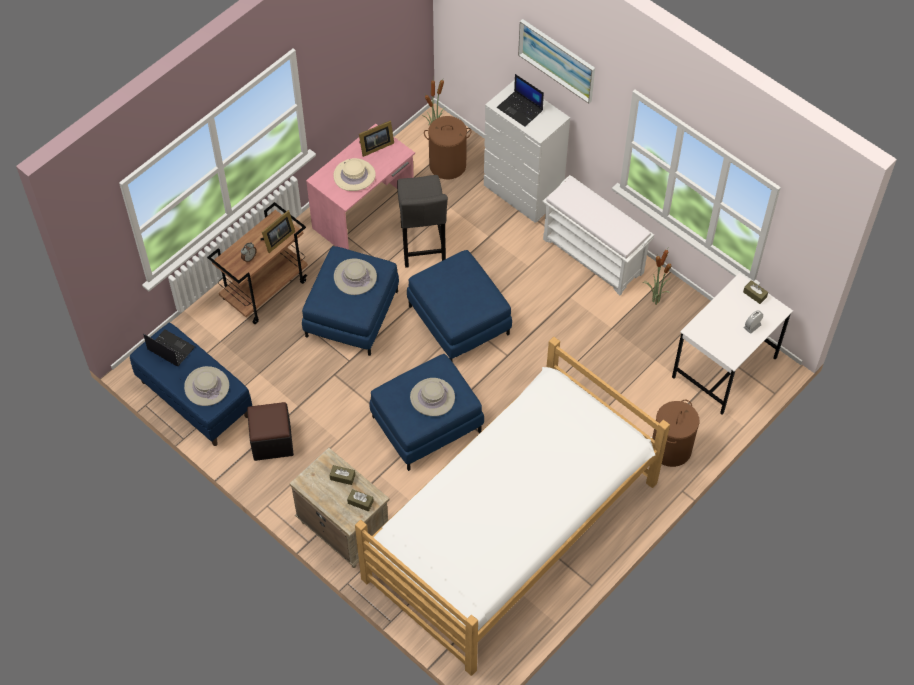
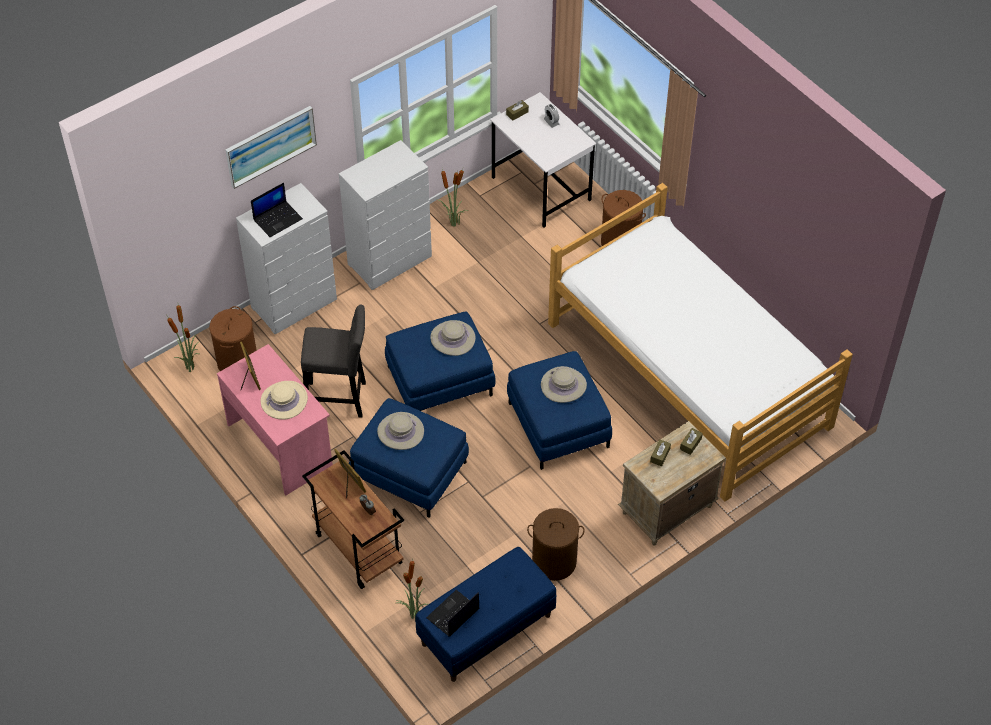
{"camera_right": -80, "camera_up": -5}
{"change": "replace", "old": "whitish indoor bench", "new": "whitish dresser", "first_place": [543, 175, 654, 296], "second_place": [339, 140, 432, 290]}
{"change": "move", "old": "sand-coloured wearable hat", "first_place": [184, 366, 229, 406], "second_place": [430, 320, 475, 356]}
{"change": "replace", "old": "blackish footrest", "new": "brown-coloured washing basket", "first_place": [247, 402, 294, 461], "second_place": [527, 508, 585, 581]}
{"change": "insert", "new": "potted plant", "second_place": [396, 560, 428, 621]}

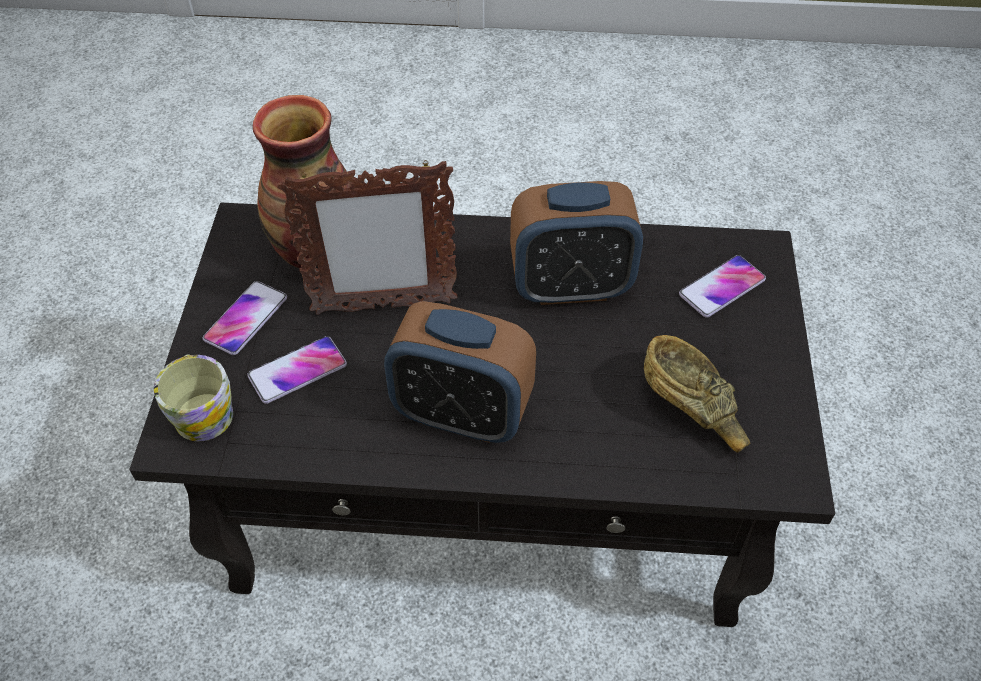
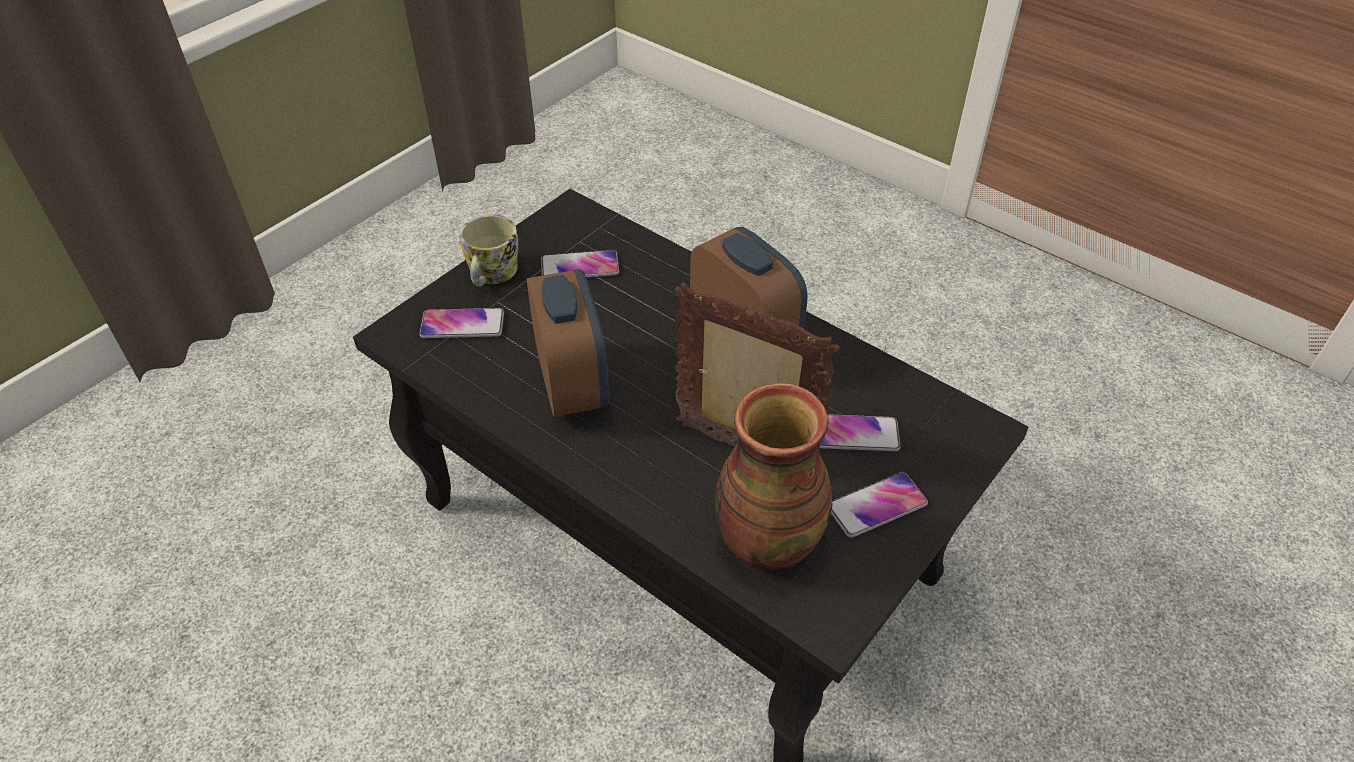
{"camera_right": -145, "camera_up": -5}
{"change": "rotate", "old": "bedside clock", "first_place": [510, 181, 643, 305], "second_place": [527, 269, 610, 417], "degrees": 45}
{"change": "replace", "old": "brown-coloured deep dish", "new": "telephone", "first_place": [644, 335, 750, 453], "second_place": [541, 250, 619, 277]}
{"change": "move", "old": "mug", "first_place": [154, 354, 233, 441], "second_place": [459, 214, 518, 287]}

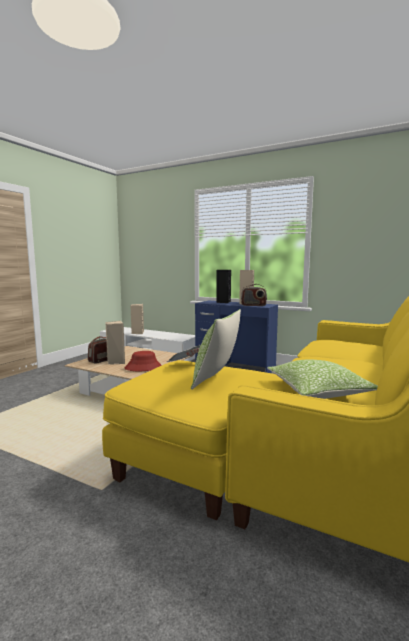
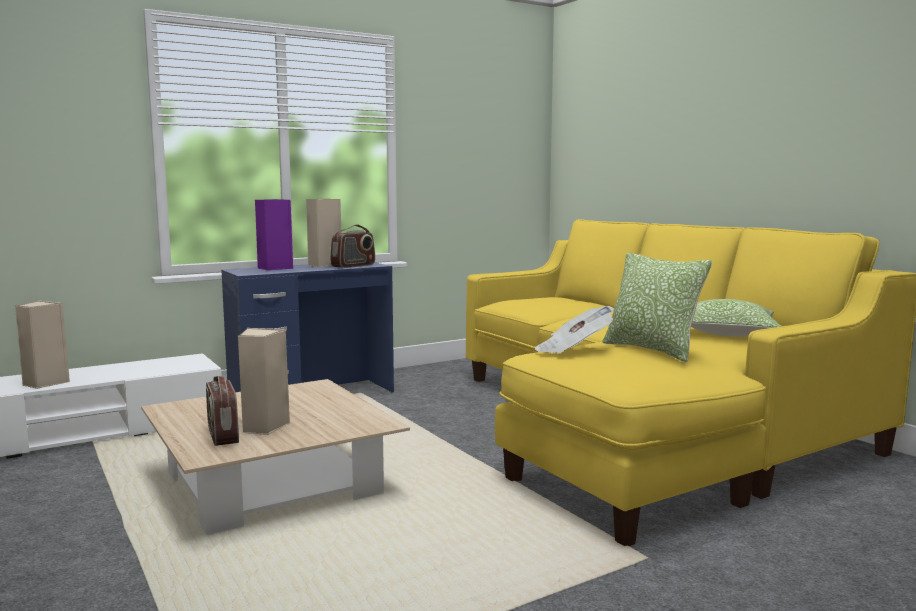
{"camera_right": -60, "camera_up": 0}
{"change": "recolor", "old": "blackish audio speaker", "new": "purple-coloured audio speaker", "first_place": [216, 270, 231, 303], "second_place": [255, 199, 293, 270]}
{"change": "delete", "old": "red wearable hat", "first_place": [125, 351, 162, 371]}

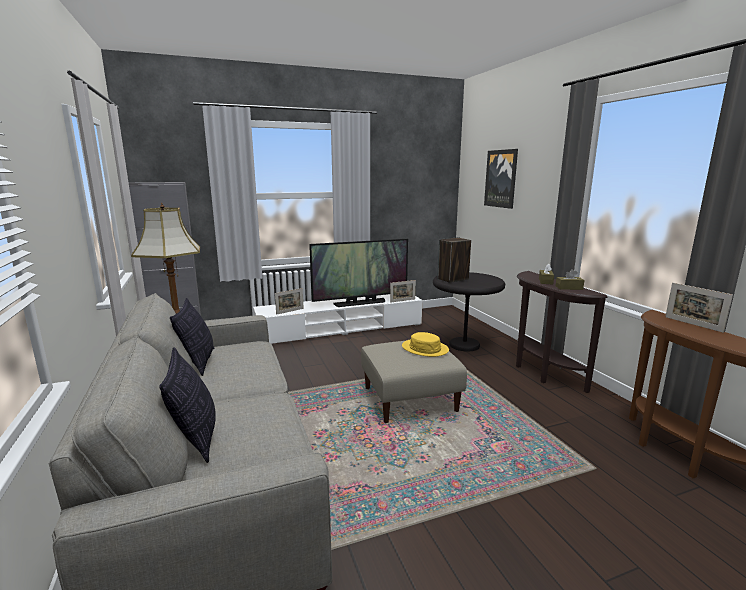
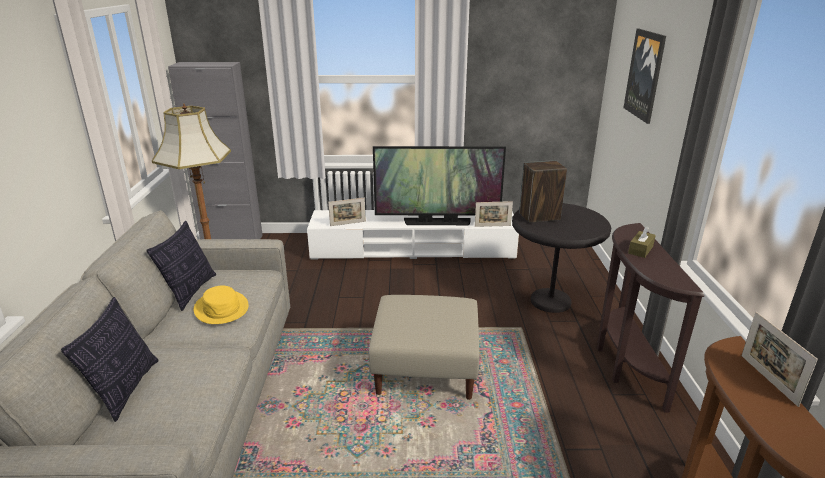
{"camera_right": 20, "camera_up": 10}
{"change": "delete", "old": "brown-coloured tissue holder", "first_place": [556, 269, 584, 290]}
{"change": "move", "old": "yellow-coloured wearable hat", "first_place": [402, 332, 449, 357], "second_place": [194, 285, 249, 324]}

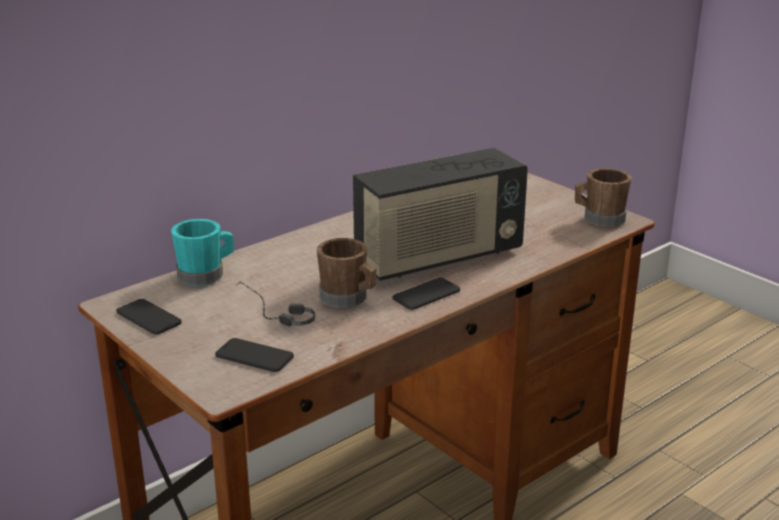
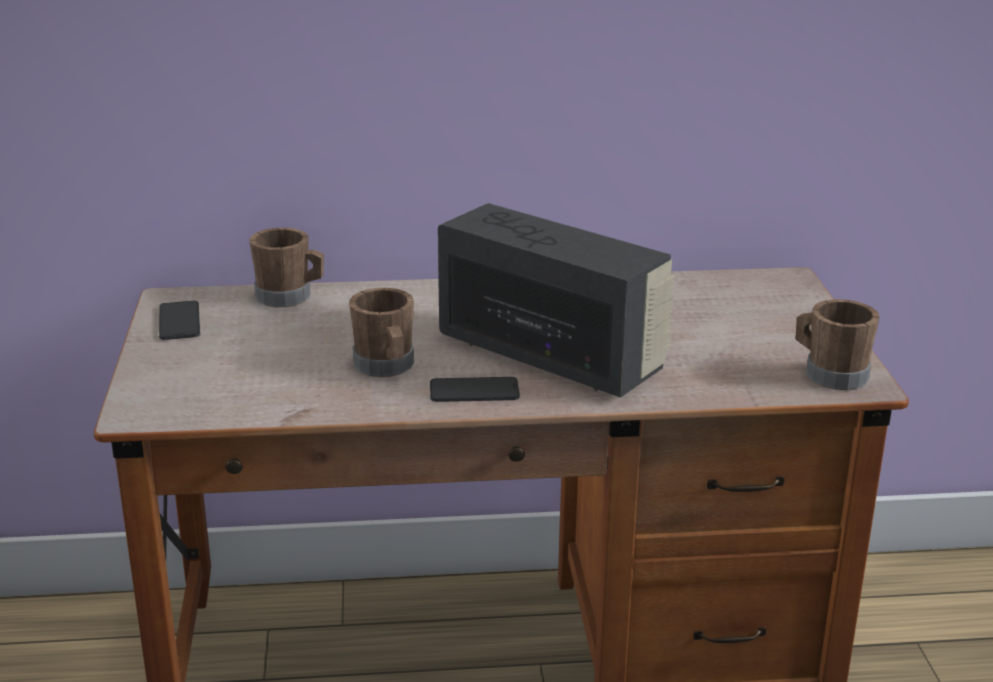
{"camera_right": 35, "camera_up": 0}
{"change": "rotate", "old": "radio receiver", "first_place": [353, 148, 528, 281], "second_place": [438, 203, 675, 398], "degrees": -150}
{"change": "recolor", "old": "blue-green mug", "new": "brown-coloured mug", "first_place": [171, 219, 233, 286], "second_place": [249, 228, 324, 307]}
{"change": "delete", "old": "headset", "first_place": [237, 282, 315, 327]}
{"change": "delete", "old": "telephone", "first_place": [215, 338, 294, 372]}

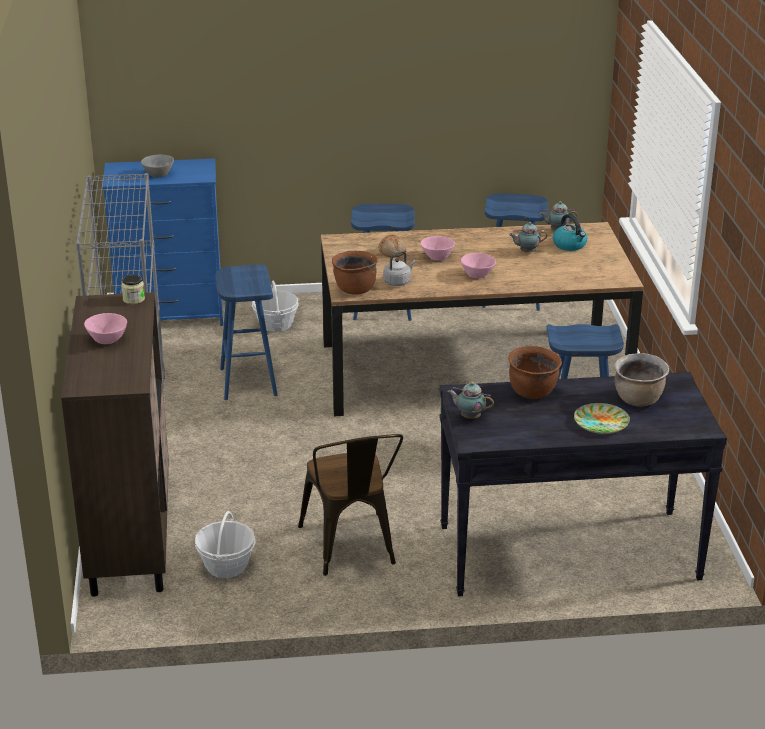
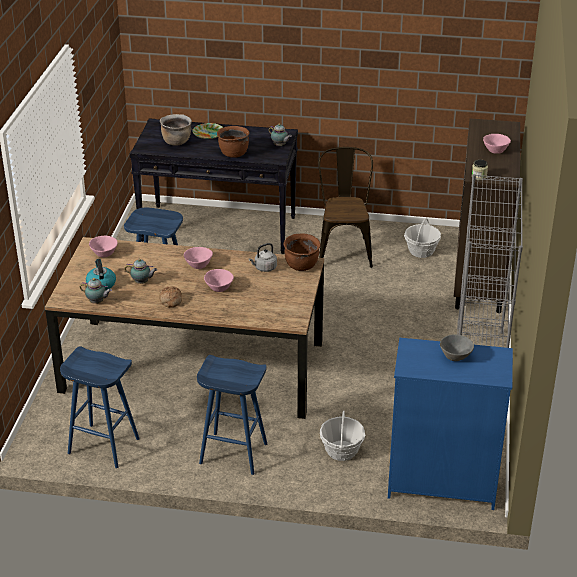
{"camera_right": -165, "camera_up": 5}
{"change": "move", "old": "bakery bread", "first_place": [378, 235, 406, 258], "second_place": [159, 286, 182, 308]}
{"change": "delete", "old": "blue-coloured sitting stool", "first_place": [215, 264, 277, 400]}
{"change": "insert", "new": "pink deep dish", "second_place": [89, 236, 118, 257]}

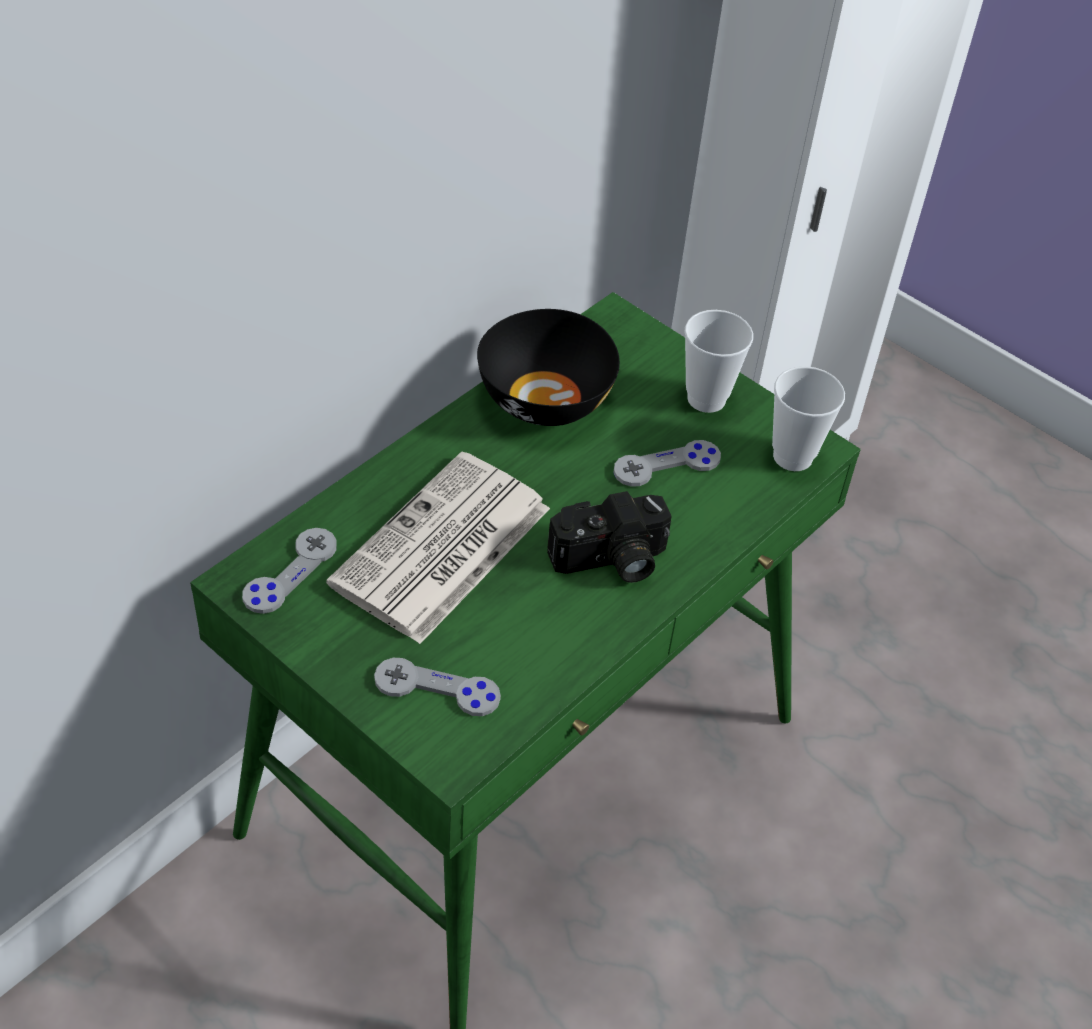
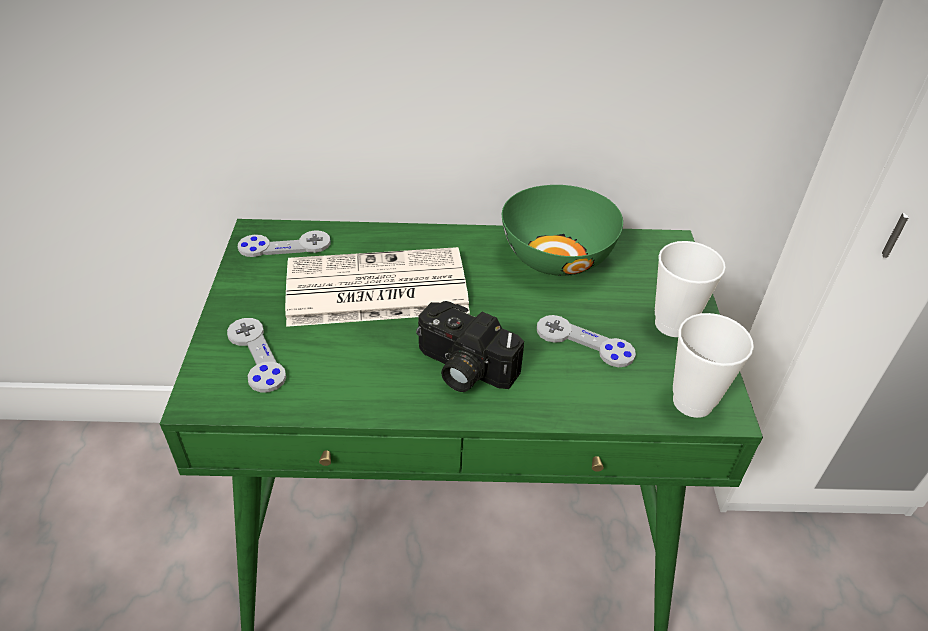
{"camera_right": 50, "camera_up": -5}
{"change": "recolor", "old": "blackish deep dish", "new": "greenish deep dish", "first_place": [477, 309, 620, 426], "second_place": [502, 185, 623, 276]}

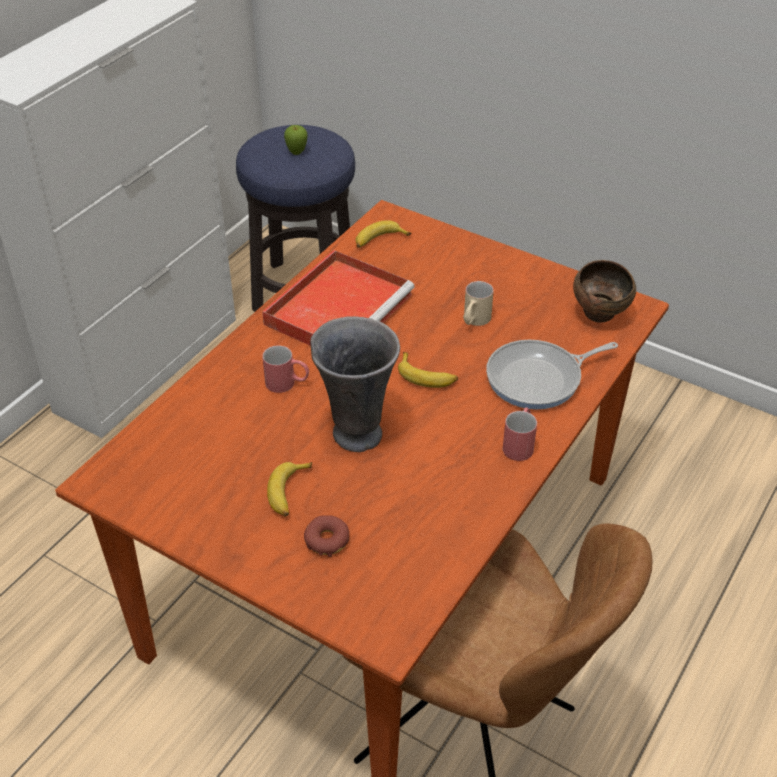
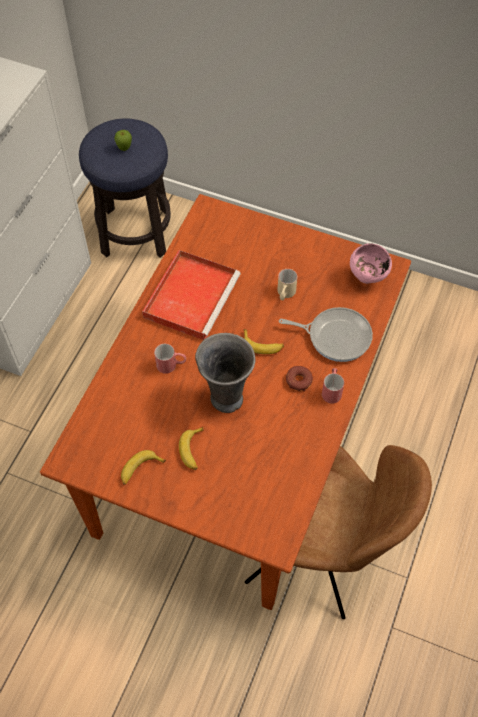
{"camera_right": -10, "camera_up": 15}
{"change": "move", "old": "banana fruit", "first_place": [356, 220, 411, 248], "second_place": [121, 450, 166, 485]}
{"change": "recolor", "old": "brown-coloured deep dish", "new": "pink deep dish", "first_place": [573, 260, 636, 323], "second_place": [350, 243, 392, 284]}
{"change": "rotate", "old": "frying pan", "first_place": [486, 340, 618, 409], "second_place": [279, 307, 373, 362], "degrees": -135}
{"change": "move", "old": "donut", "first_place": [304, 515, 349, 557], "second_place": [286, 366, 313, 391]}

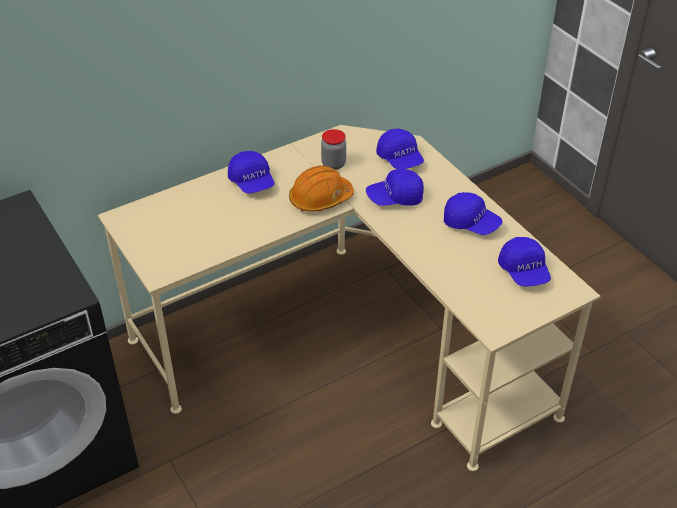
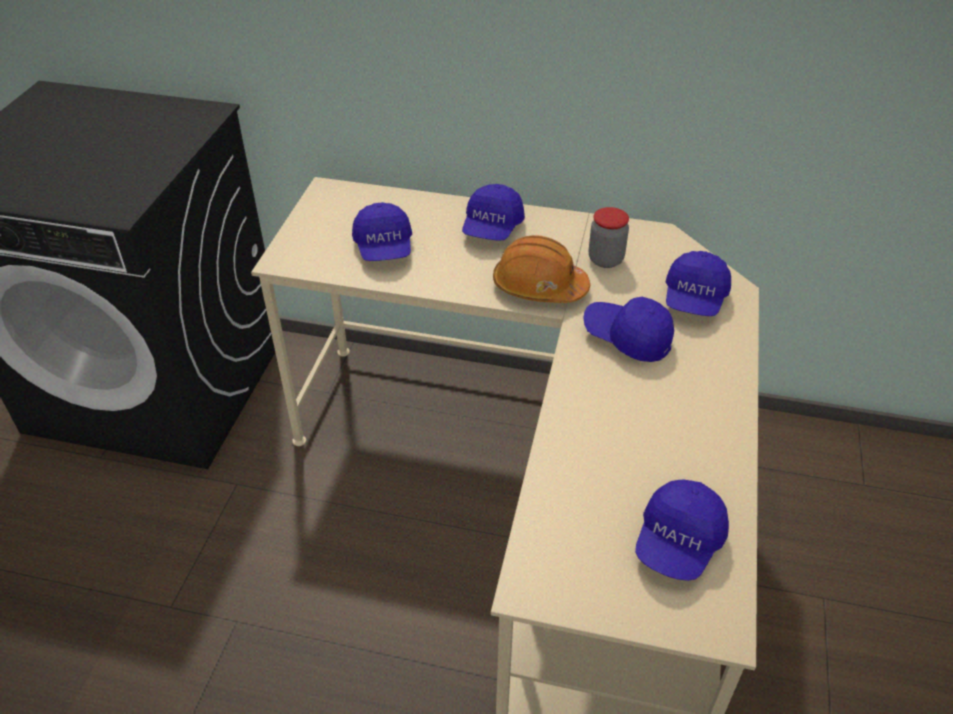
{"camera_right": 45, "camera_up": 0}
{"change": "move", "old": "blue-coloured baseball cap", "first_place": [444, 192, 503, 235], "second_place": [352, 202, 412, 261]}

